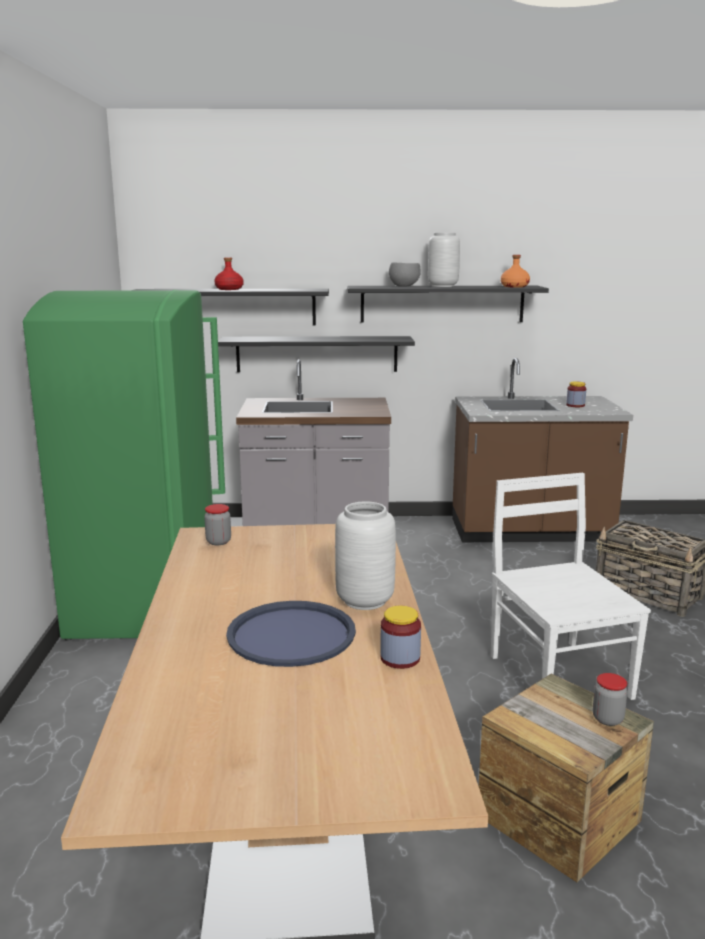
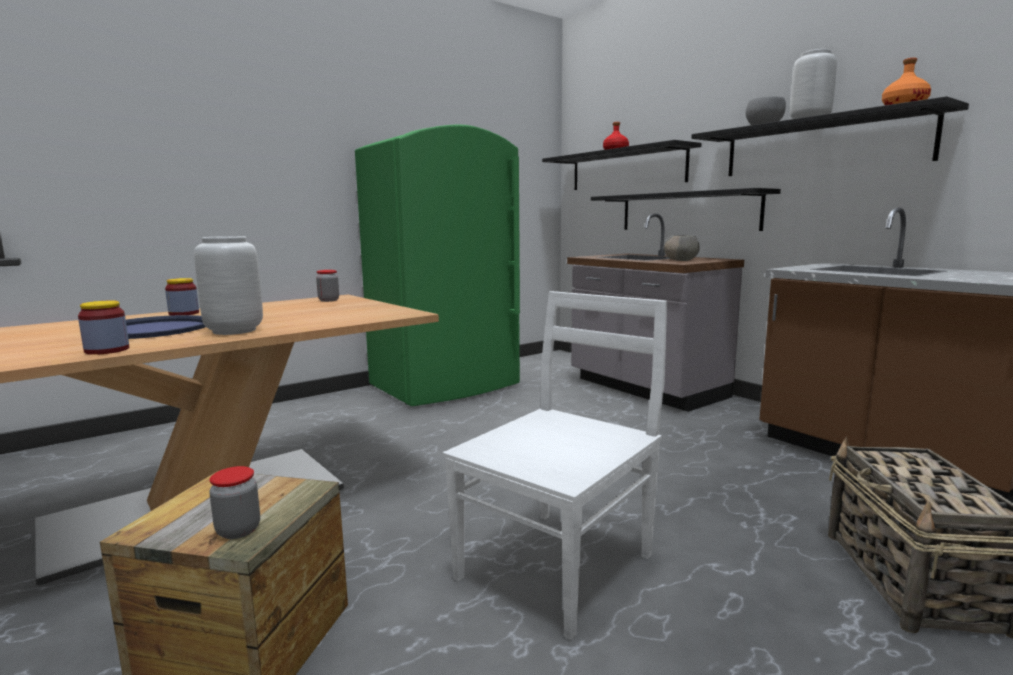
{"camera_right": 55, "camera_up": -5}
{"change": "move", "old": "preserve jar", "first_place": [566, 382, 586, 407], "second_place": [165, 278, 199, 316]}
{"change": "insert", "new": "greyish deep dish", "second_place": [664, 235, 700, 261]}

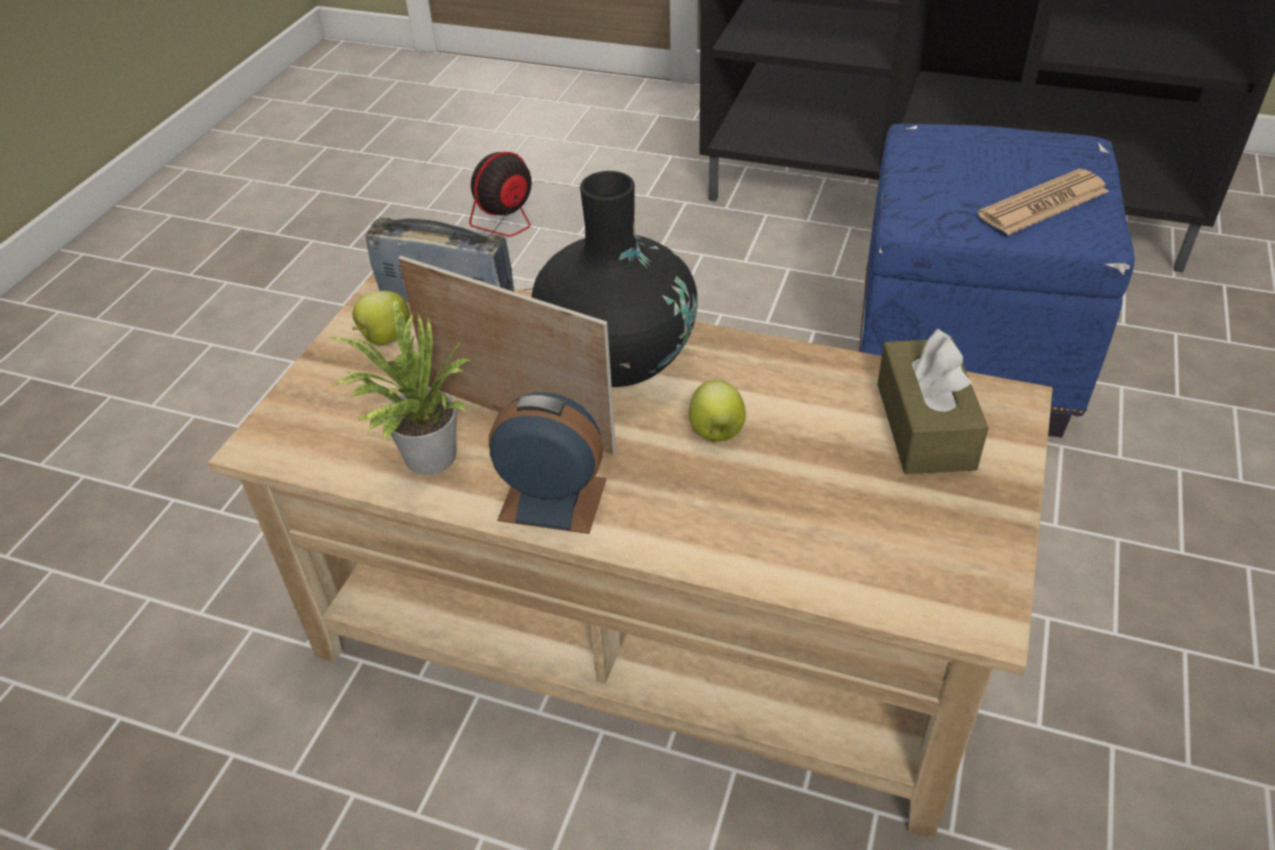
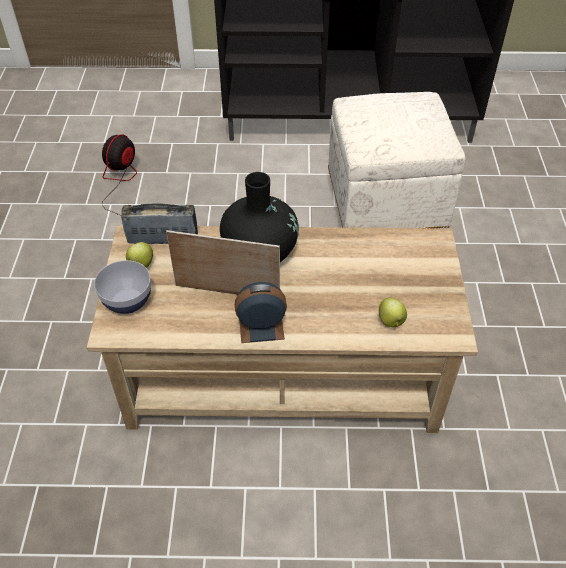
{"camera_right": -20, "camera_up": 5}
{"change": "recolor", "old": "blue-coloured footrest", "new": "whitish footrest", "first_place": [859, 124, 1135, 438], "second_place": [328, 92, 465, 228]}
{"change": "delete", "old": "printed paper", "first_place": [978, 169, 1109, 235]}
{"change": "delete", "old": "potted plant", "first_place": [327, 296, 471, 475]}
{"change": "delete", "old": "brown-coloured tissue holder", "first_place": [877, 328, 989, 474]}
{"change": "move", "old": "apple fruit", "first_place": [689, 380, 746, 442], "second_place": [379, 298, 407, 327]}
{"change": "insert", "new": "deep dish", "second_place": [94, 260, 151, 314]}

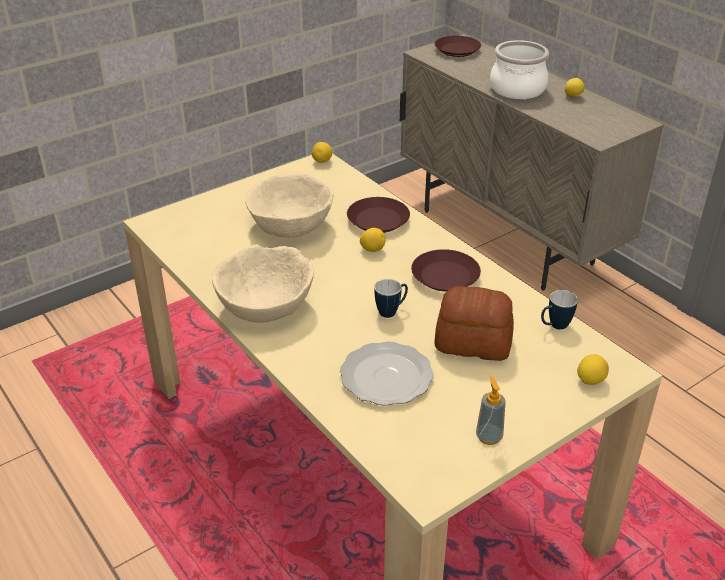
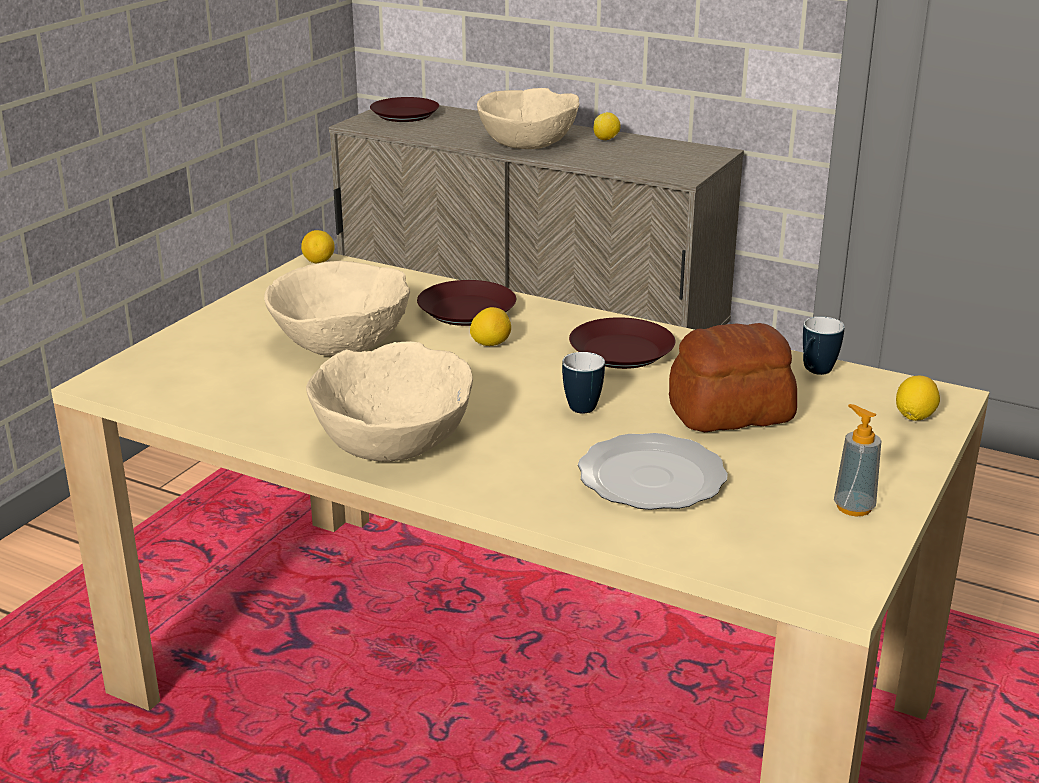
{"camera_right": -25, "camera_up": -10}
{"change": "replace", "old": "stockpot", "new": "sand-coloured deep dish", "first_place": [490, 40, 549, 99], "second_place": [477, 88, 579, 149]}

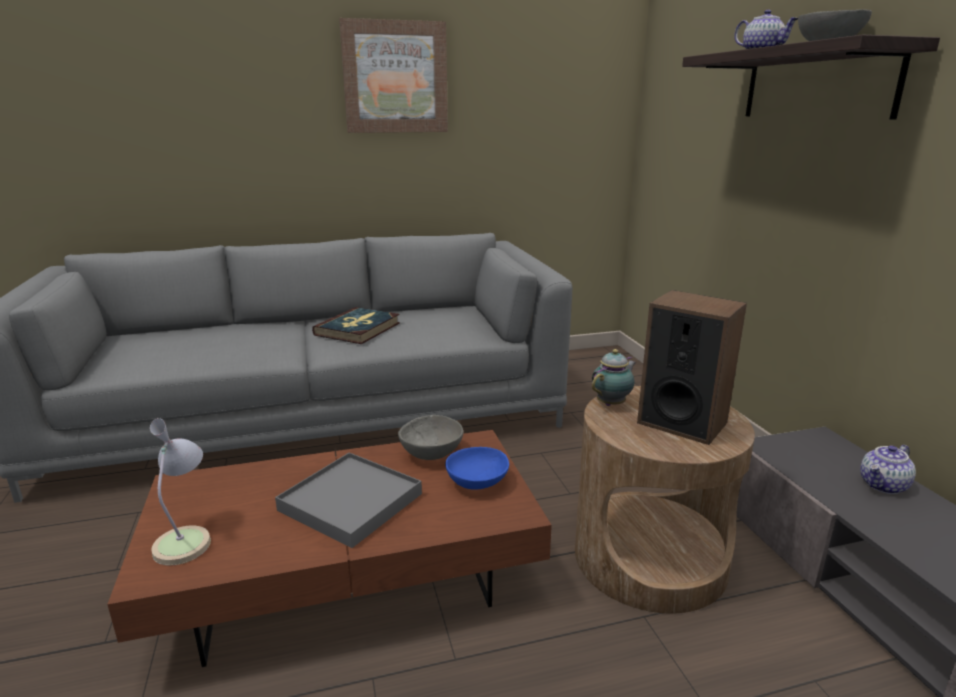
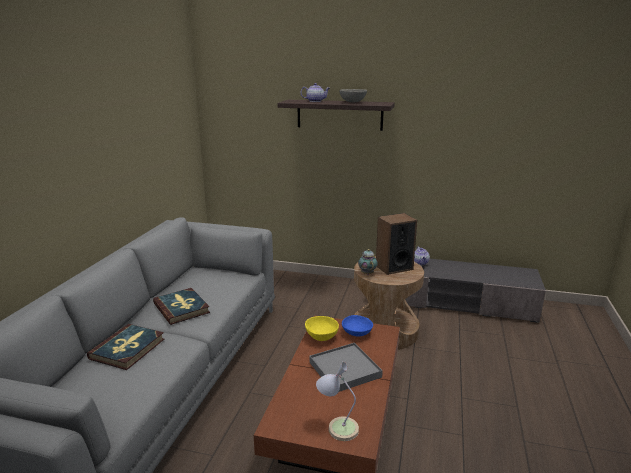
{"camera_right": -60, "camera_up": 0}
{"change": "delete", "old": "picture", "first_place": [339, 18, 448, 133]}
{"change": "recolor", "old": "greyish deep dish", "new": "yellow-coloured deep dish", "first_place": [398, 415, 463, 460], "second_place": [305, 316, 339, 341]}
{"change": "insert", "new": "bound book", "second_place": [87, 324, 164, 370]}

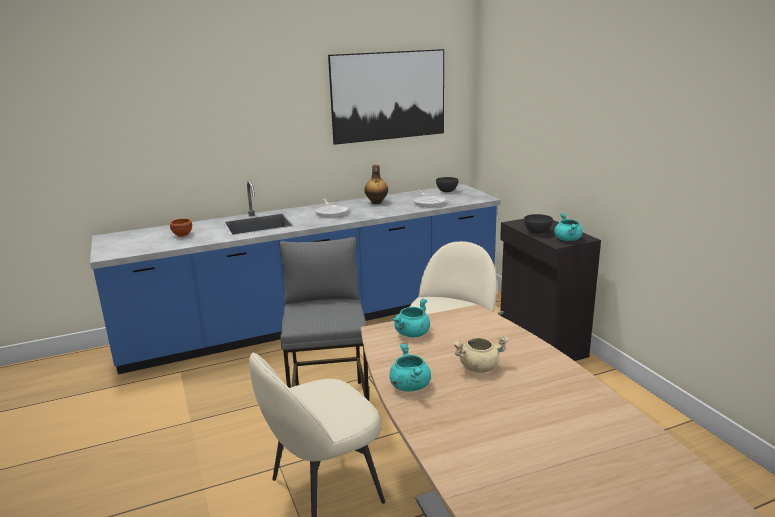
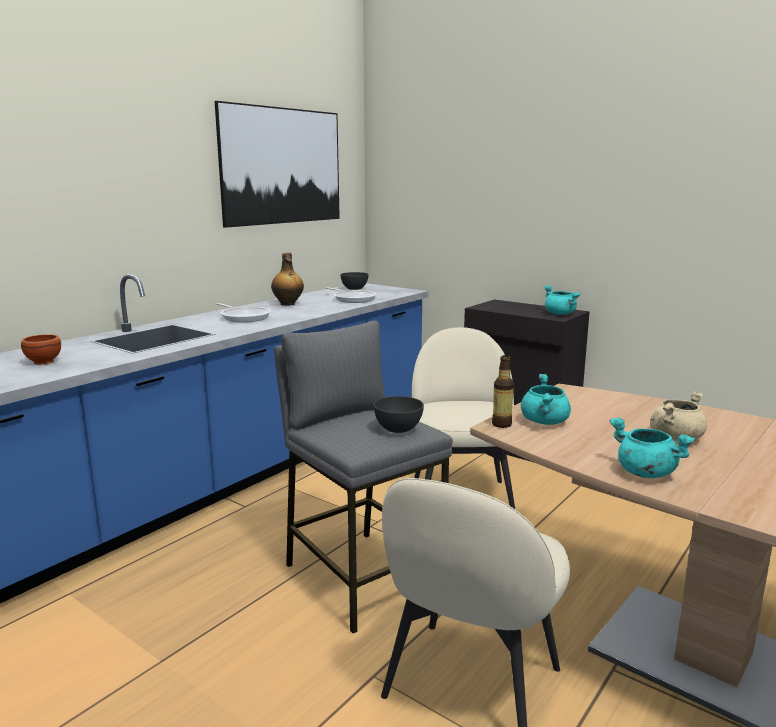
{"camera_right": -30, "camera_up": -5}
{"change": "move", "old": "greyish deep dish", "first_place": [524, 214, 553, 234], "second_place": [374, 396, 424, 433]}
{"change": "insert", "new": "drink bottle", "second_place": [492, 355, 514, 428]}

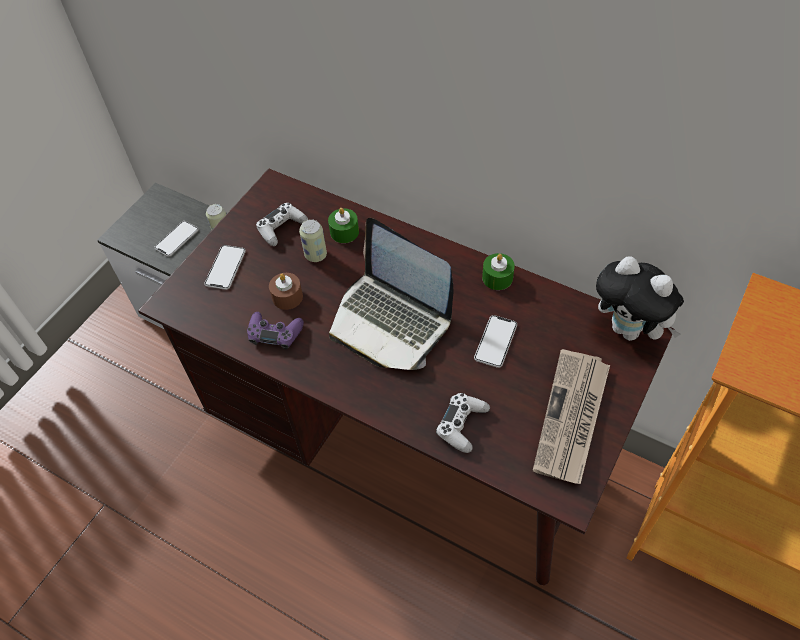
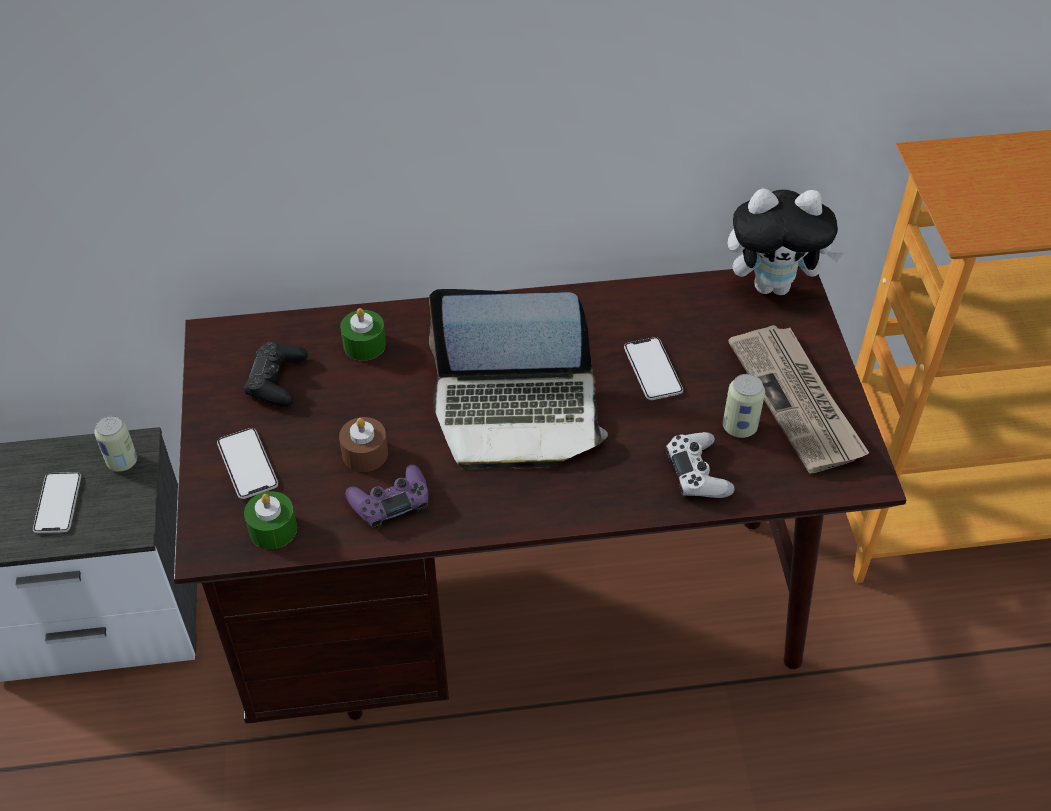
{"camera_right": -40, "camera_up": -5}
{"change": "recolor", "old": "whitish game controller", "new": "blackish game controller", "first_place": [256, 203, 308, 246], "second_place": [244, 342, 308, 407]}
{"change": "move", "old": "can", "first_place": [299, 219, 327, 262], "second_place": [723, 374, 765, 438]}
{"change": "move", "old": "greenish wax light", "first_place": [482, 253, 515, 290], "second_place": [244, 491, 297, 549]}

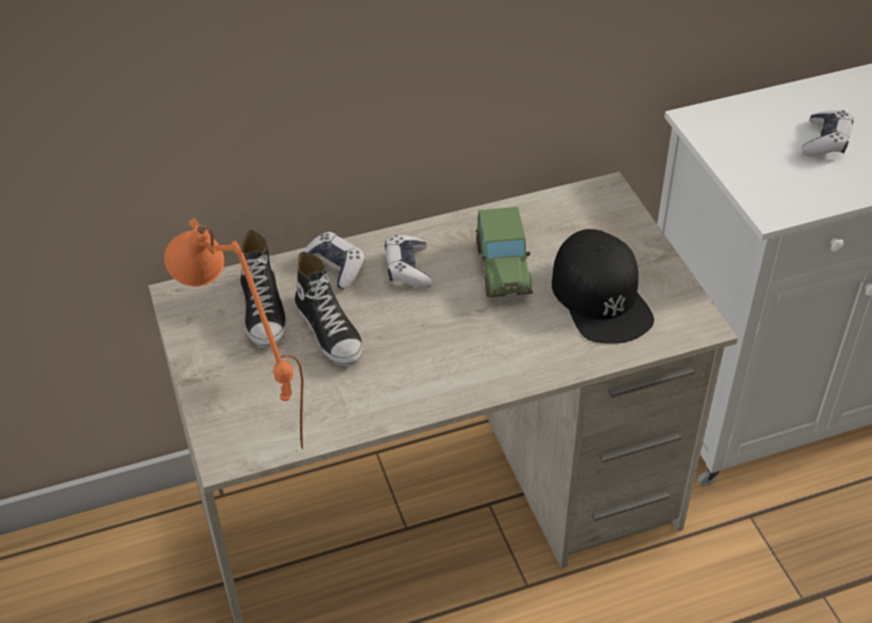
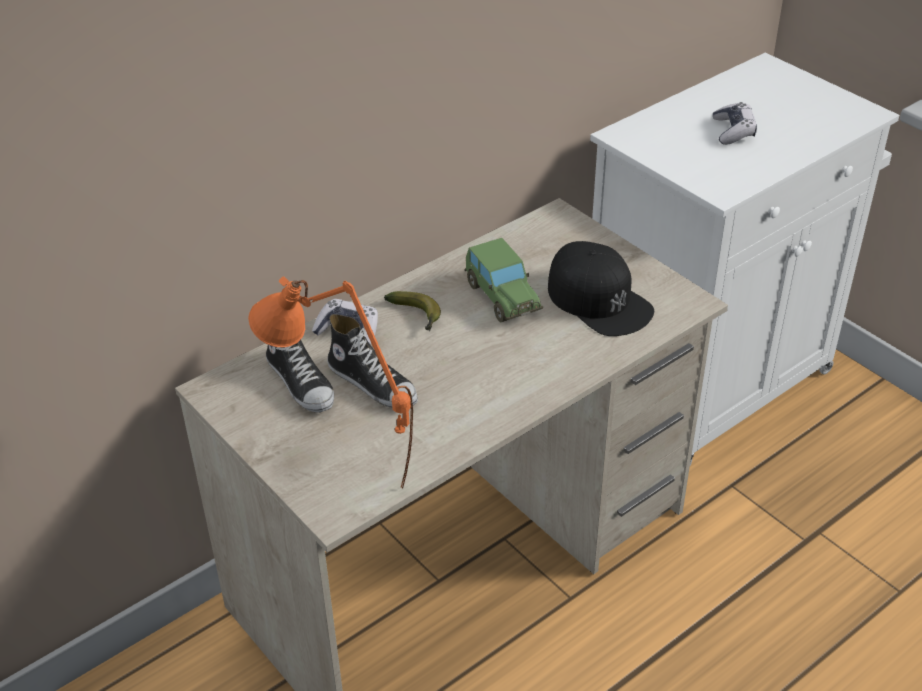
{"camera_right": -20, "camera_up": -5}
{"change": "replace", "old": "game controller", "new": "banana fruit", "first_place": [385, 235, 432, 288], "second_place": [384, 291, 441, 331]}

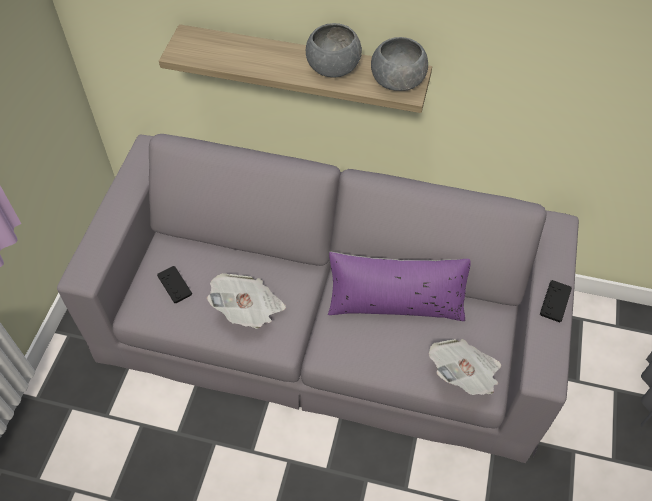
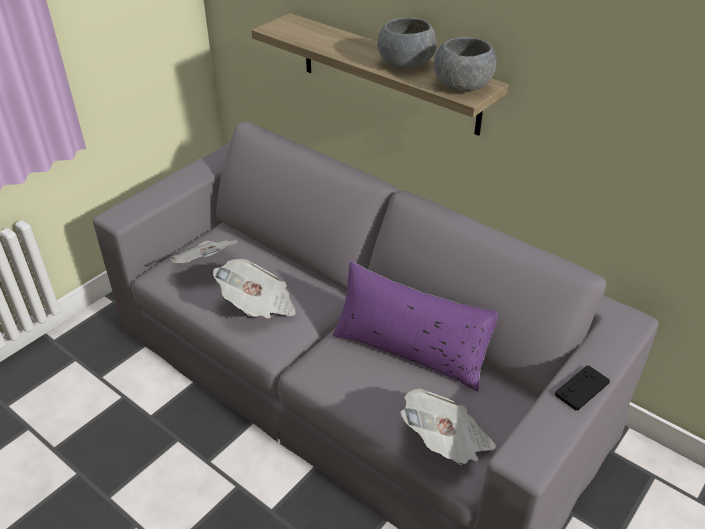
{"camera_right": 25, "camera_up": -15}
{"change": "replace", "old": "blackish game controller", "new": "printed paper", "first_place": [157, 266, 192, 303], "second_place": [170, 240, 237, 263]}

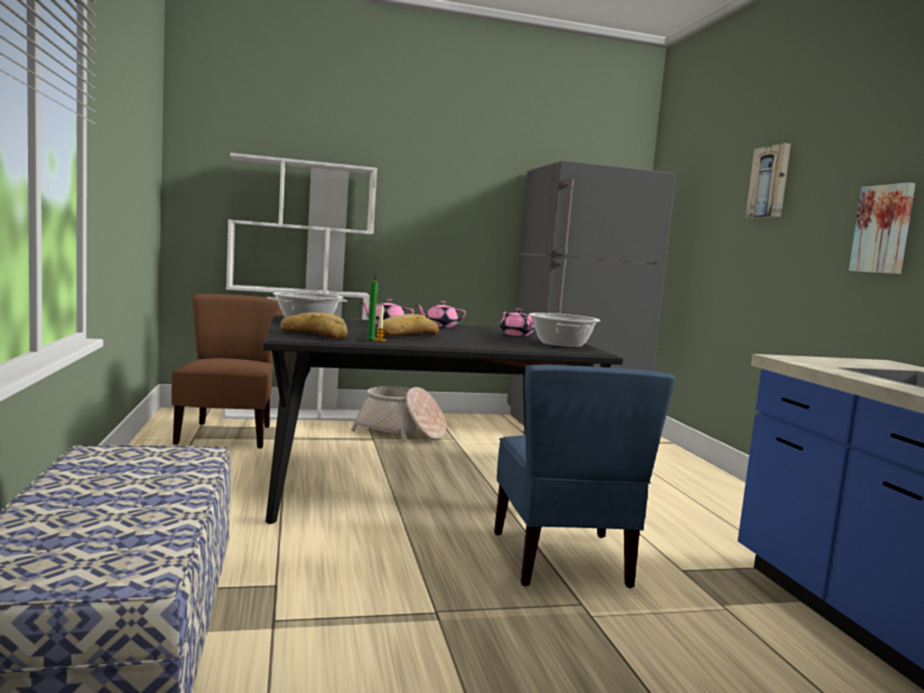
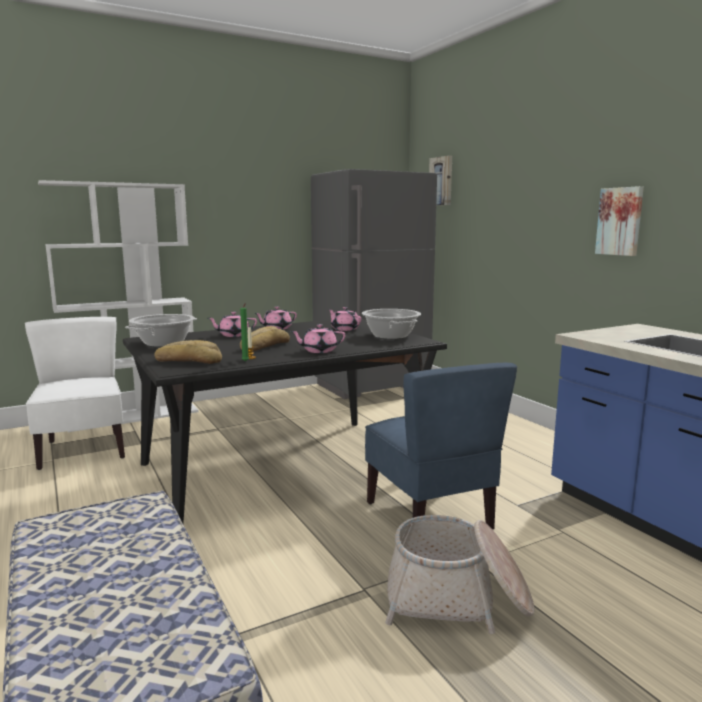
{"camera_right": -15, "camera_up": 5}
{"change": "move", "old": "picture", "first_place": [745, 143, 791, 218], "second_place": [429, 155, 452, 206]}
{"change": "recolor", "old": "brown-coloured chair", "new": "whitish chair", "first_place": [171, 294, 282, 449], "second_place": [25, 317, 125, 470]}
{"change": "move", "old": "basket", "first_place": [351, 386, 446, 441], "second_place": [385, 515, 535, 634]}
{"change": "insert", "new": "pink teapot", "second_place": [290, 324, 345, 353]}

